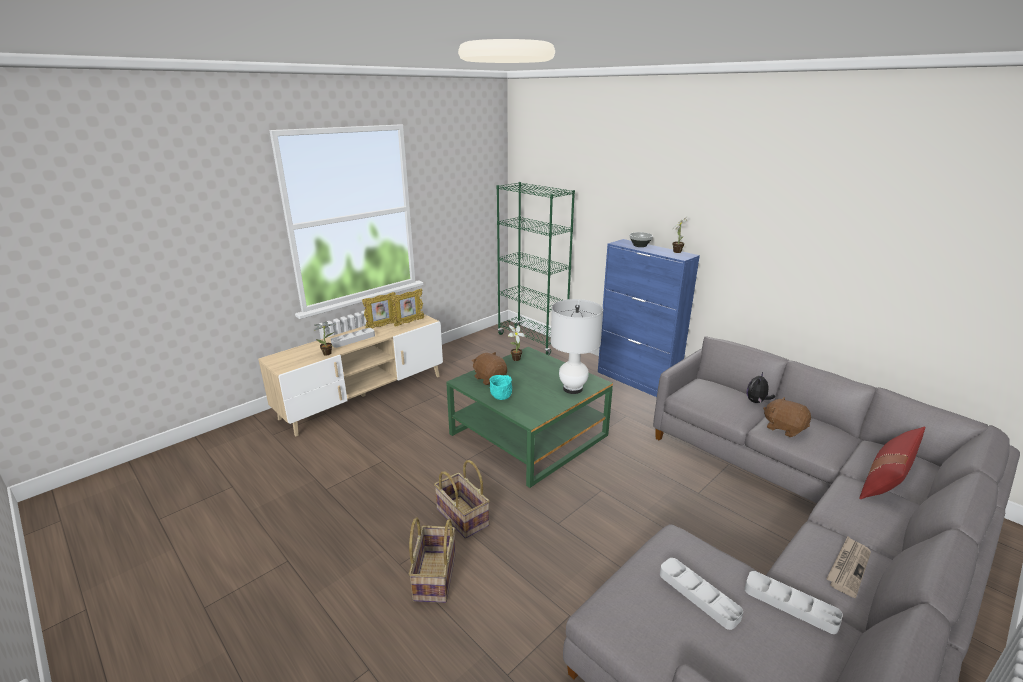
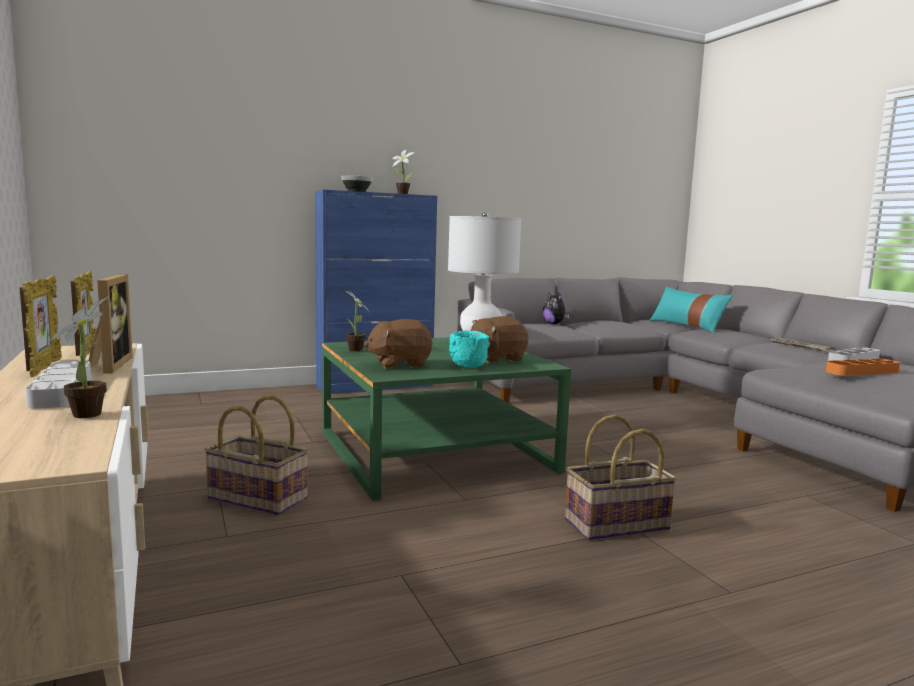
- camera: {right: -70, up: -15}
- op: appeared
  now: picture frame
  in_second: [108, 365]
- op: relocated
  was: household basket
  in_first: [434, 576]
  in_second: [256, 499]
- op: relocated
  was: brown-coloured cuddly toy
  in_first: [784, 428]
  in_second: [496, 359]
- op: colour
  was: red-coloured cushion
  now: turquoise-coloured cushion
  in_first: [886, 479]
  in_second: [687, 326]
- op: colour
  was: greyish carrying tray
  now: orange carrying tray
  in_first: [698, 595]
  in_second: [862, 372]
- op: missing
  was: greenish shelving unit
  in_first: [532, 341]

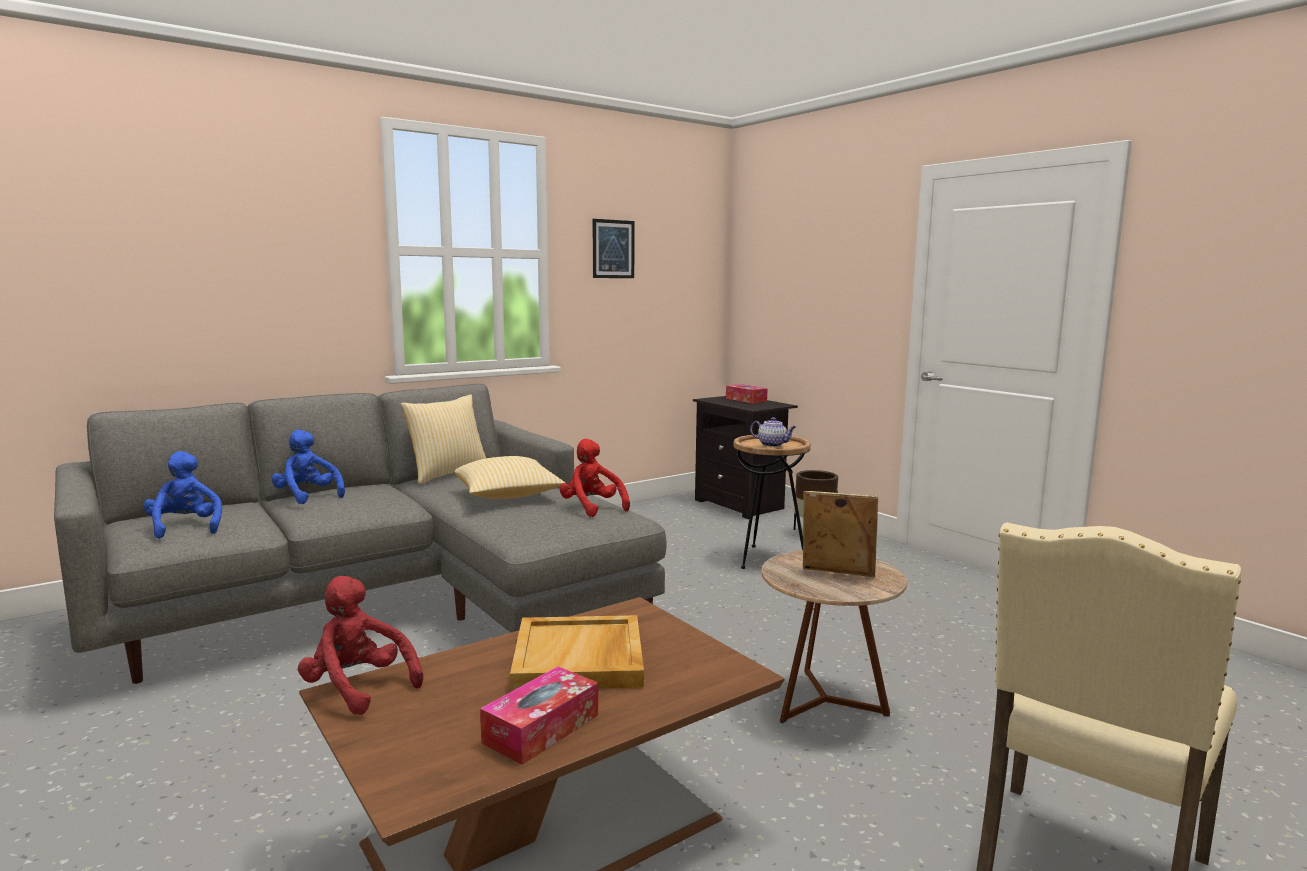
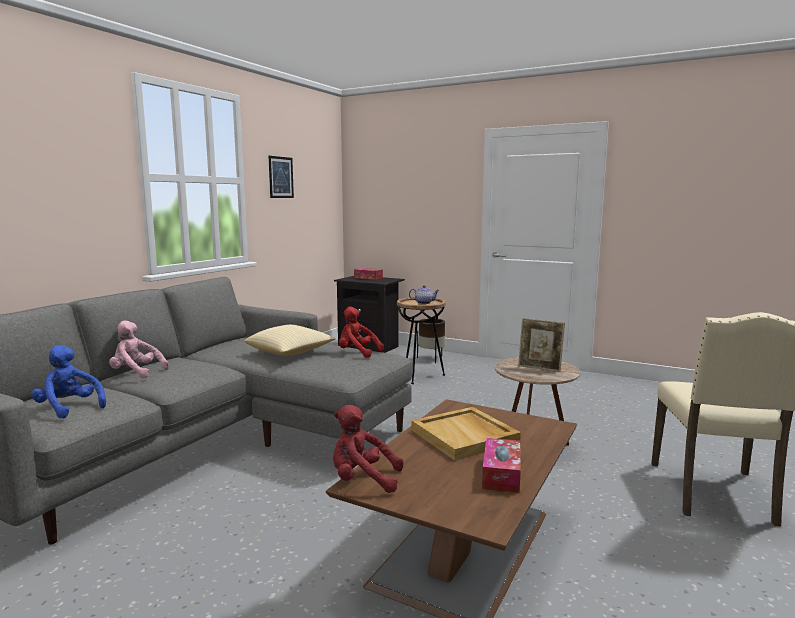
- camera: {right: -25, up: 0}
- op: colour
  was: bluish cuddly toy
  now: pink-coloured cuddly toy
  in_first: [307, 496]
  in_second: [136, 373]
- op: spun
  was: picture frame
  in_first: [837, 574]
  in_second: [539, 368]
  clockwise: -150
- op: missing
  was: cushion
  in_first: [447, 474]

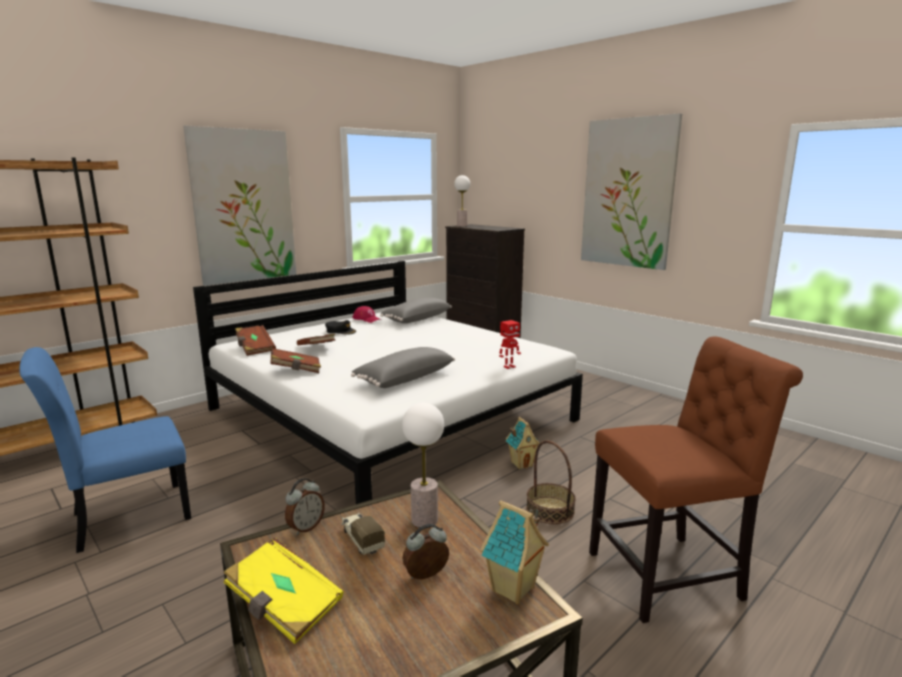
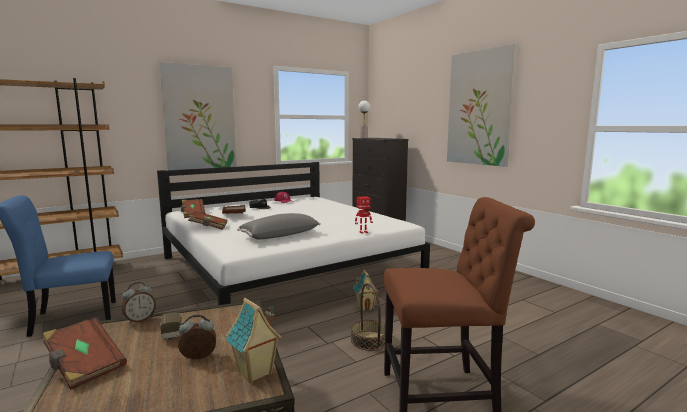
- camera: {right: 10, up: -5}
- op: colour
  was: yellow book
  now: brown-coloured book
  in_first: [284, 606]
  in_second: [84, 365]
- op: missing
  was: greyish cushion
  in_first: [416, 319]
- op: missing
  was: lamp for a table
  in_first: [424, 520]

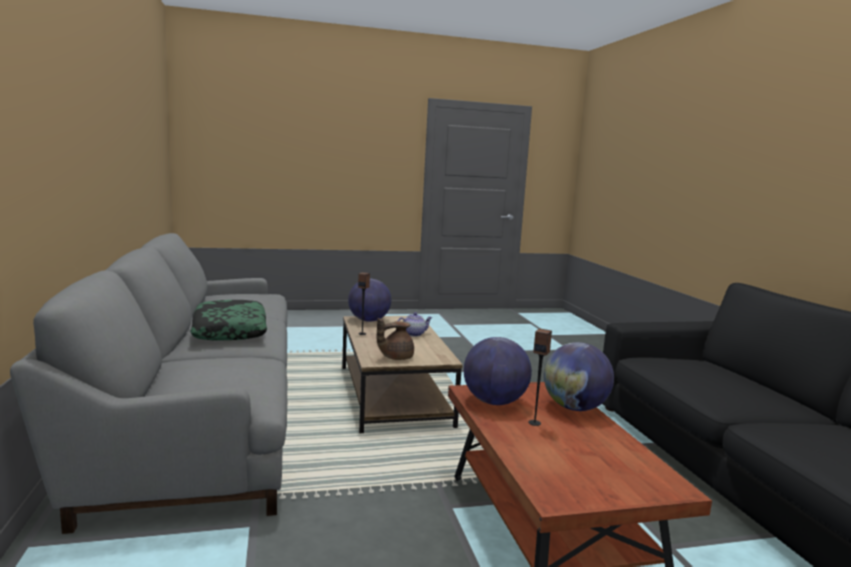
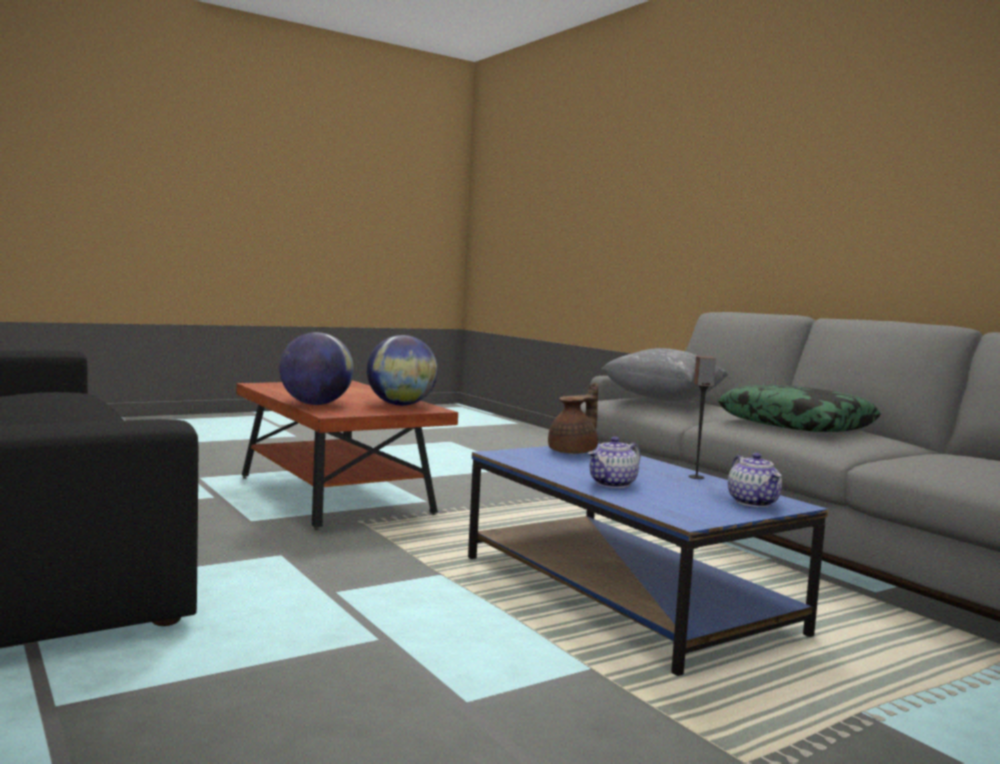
- camera: {right: 160, up: -5}
- op: colour
  was: brown-coloured low table
  now: bluish low table
  in_first: [392, 394]
  in_second: [626, 594]
- op: appeared
  now: greyish cushion
  in_second: [663, 400]
- op: exchanged
  was: world globe
  now: pot for tea
  in_first: [369, 320]
  in_second: [754, 502]
- op: missing
  was: audio speaker
  in_first: [534, 423]

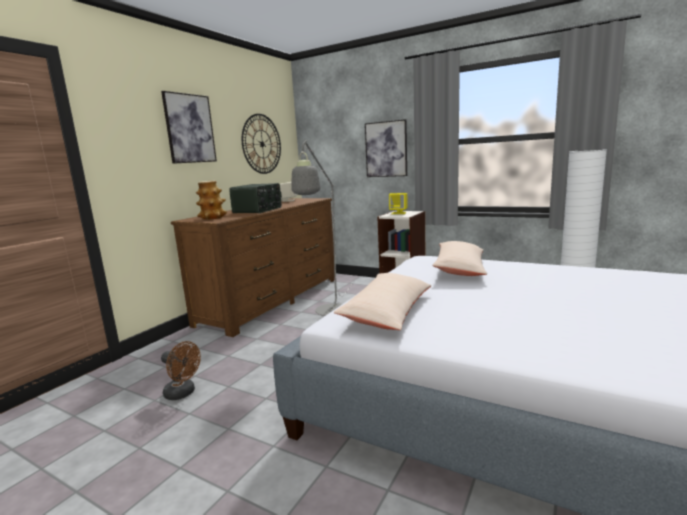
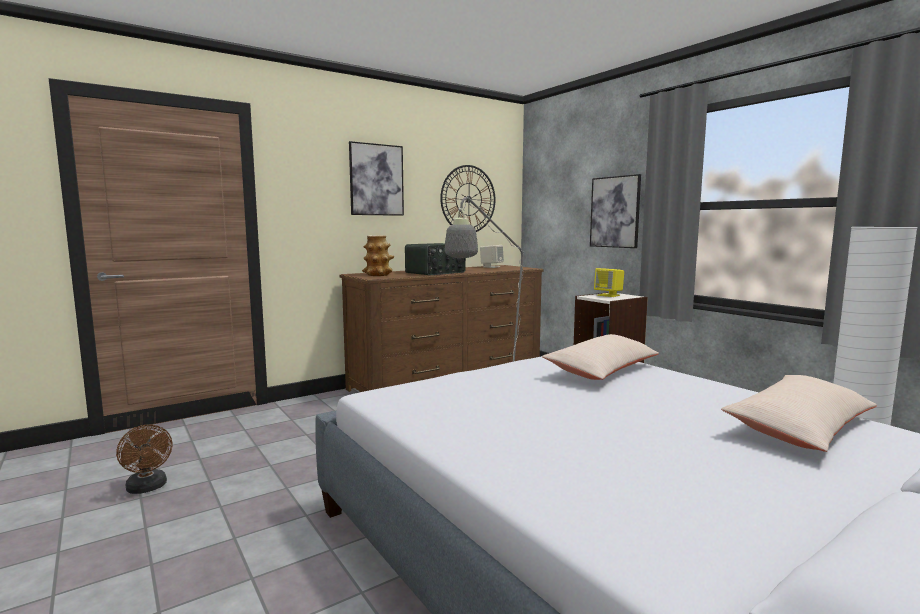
- camera: {right: 25, up: -5}
- op: relocated
  was: brown-coloured cooling fan
  in_first: [183, 393]
  in_second: [148, 488]
- op: relocated
  was: beige-coloured cushion
  in_first: [388, 311]
  in_second: [800, 427]

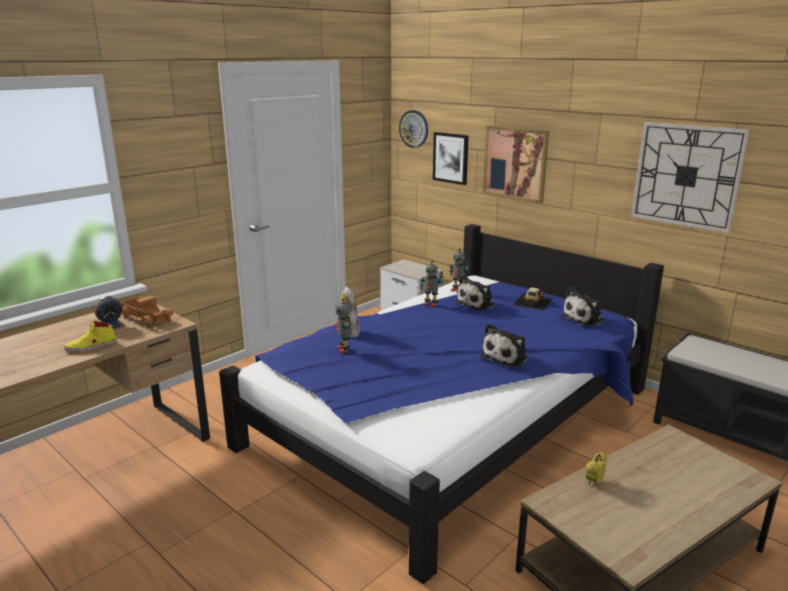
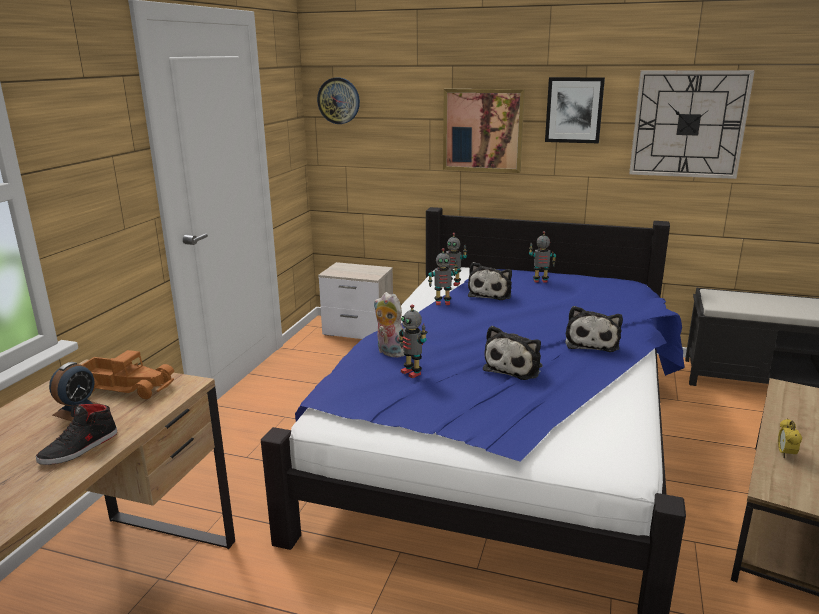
- camera: {right: -25, up: 0}
- op: colour
  was: yellow item of footwear
  now: blackish item of footwear
  in_first: [91, 346]
  in_second: [79, 448]
- op: relocated
  was: cuddly toy
  in_first: [584, 319]
  in_second: [515, 367]
- op: exchanged
  was: miniature car
  now: toy robot
  in_first: [532, 301]
  in_second: [540, 281]
- op: relocated
  was: picture
  in_first: [451, 158]
  in_second: [574, 110]

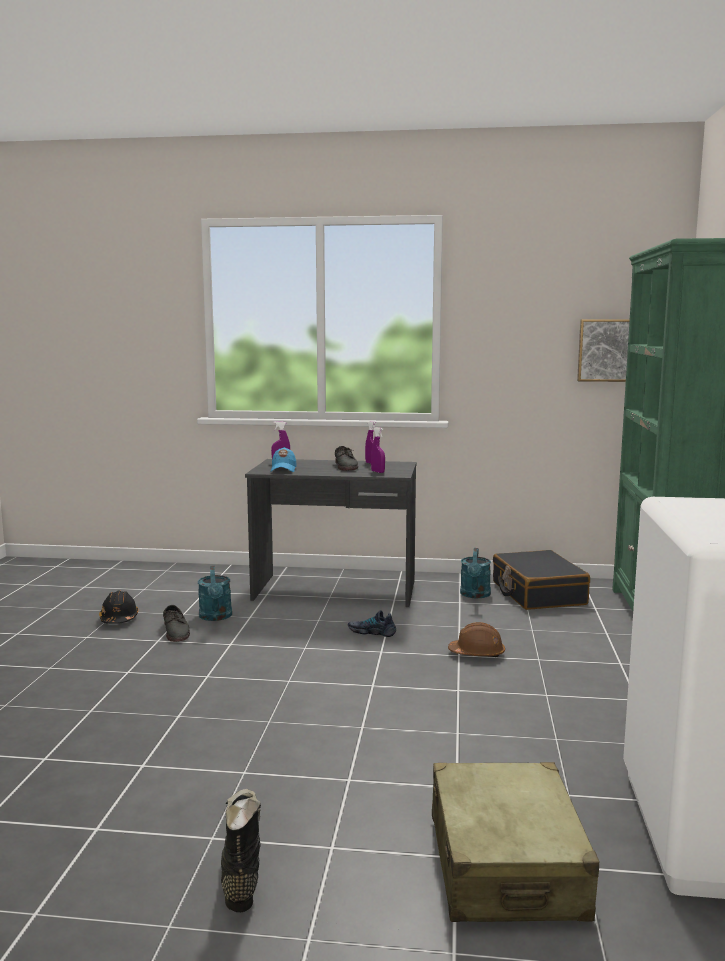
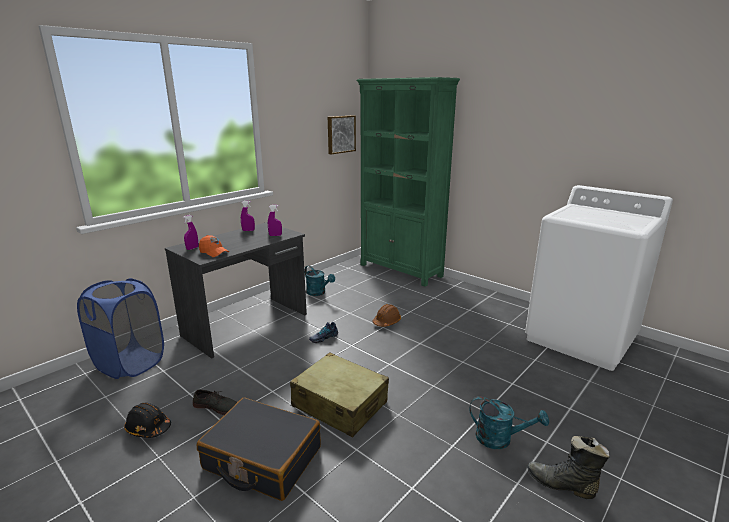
- camera: {right: -55, up: 10}
- op: appeared
  now: bluish laundry basket
  in_second: [130, 363]
- op: relocated
  was: blackish suitcase
  in_first: [537, 593]
  in_second: [262, 458]
- op: colour
  was: bluish cap
  now: orange cap
  in_first: [283, 469]
  in_second: [214, 252]
- op: relocated
  was: beige-coloured suitcase
  in_first: [506, 865]
  in_second: [340, 404]
- op: relocated
  was: turquoise-coloured watering pot
  in_first: [216, 617]
  in_second: [500, 439]
- op: missing
  was: greyish item of footwear
  in_first: [346, 466]

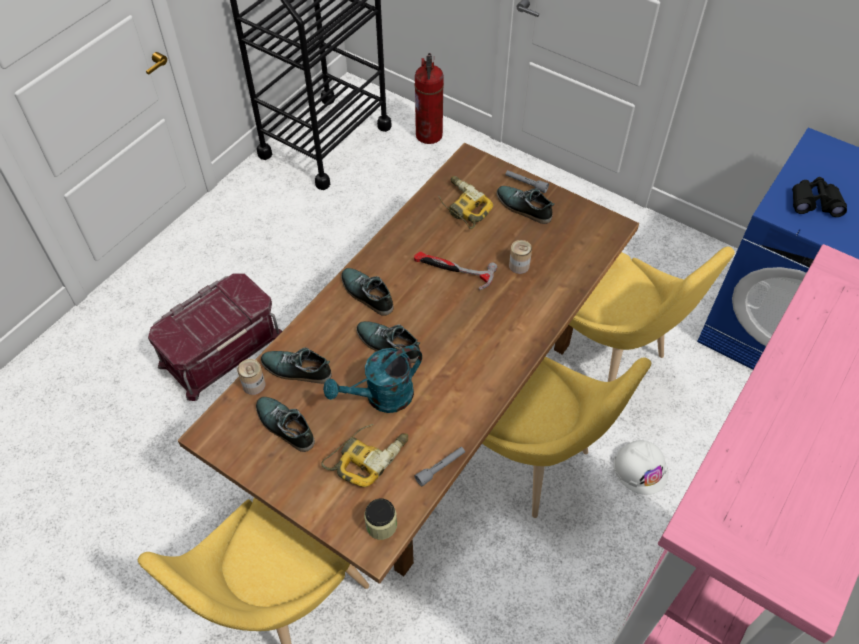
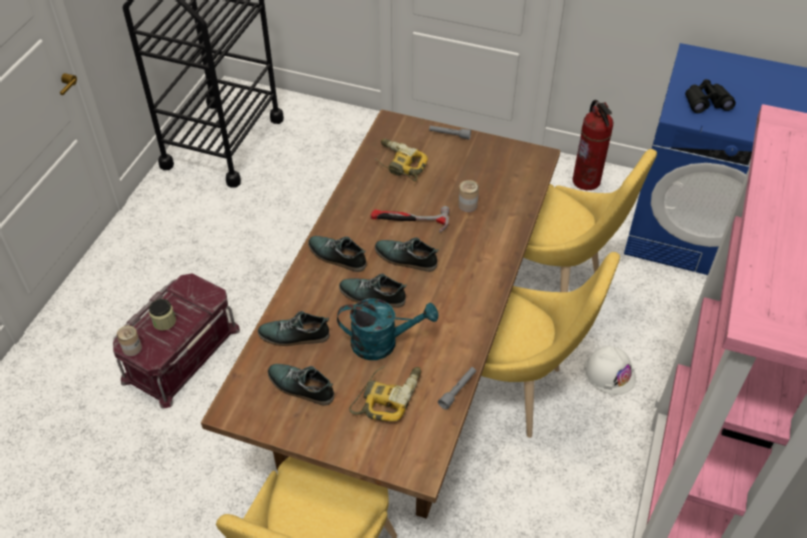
- camera: {right: -15, up: -5}
- op: relocated
  was: sealed can
  in_first: [254, 385]
  in_second: [132, 348]
- op: relocated
  was: storage jar
  in_first: [381, 525]
  in_second: [164, 321]
- op: spun
  was: turquoise-coloured watering pot
  in_first: [381, 398]
  in_second: [383, 343]
  clockwise: -135
- op: relocated
  was: item of footwear
  in_first: [523, 207]
  in_second: [405, 258]
- op: relocated
  was: extinguisher
  in_first: [429, 135]
  in_second: [586, 181]

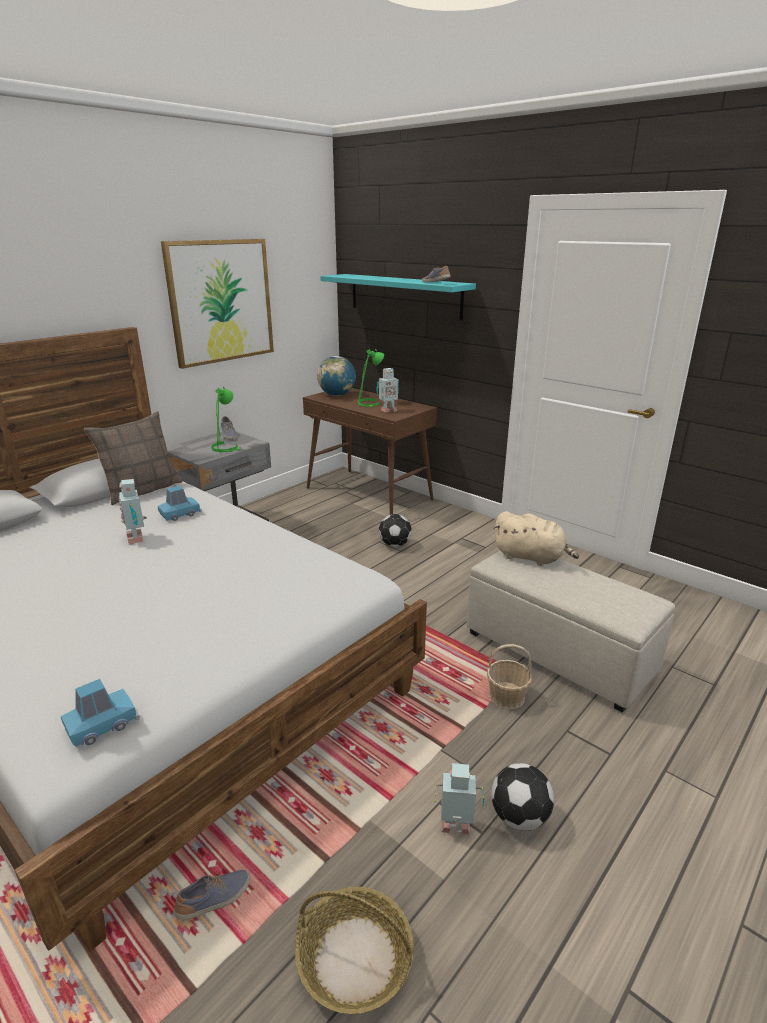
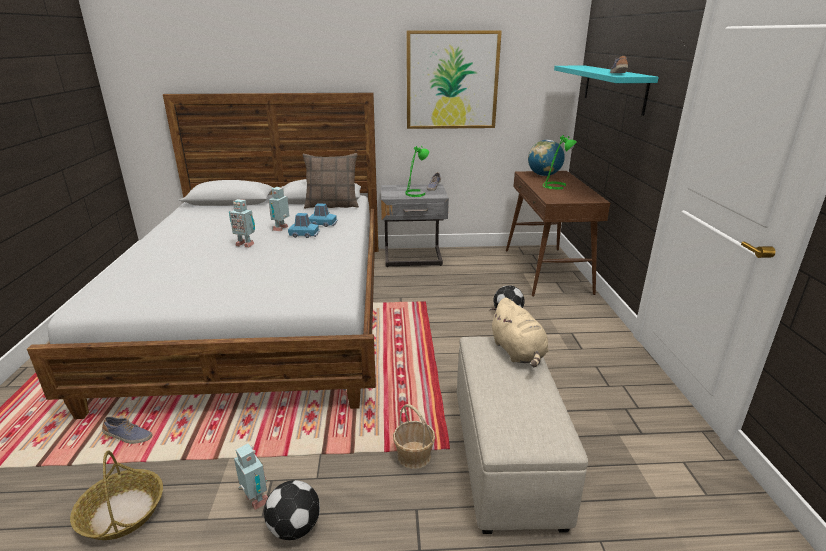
- camera: {right: 45, up: 0}
- op: relocated
  was: toy robot
  in_first: [388, 410]
  in_second: [245, 244]
- op: relocated
  was: bluish miniature car
  in_first: [102, 725]
  in_second: [304, 234]

